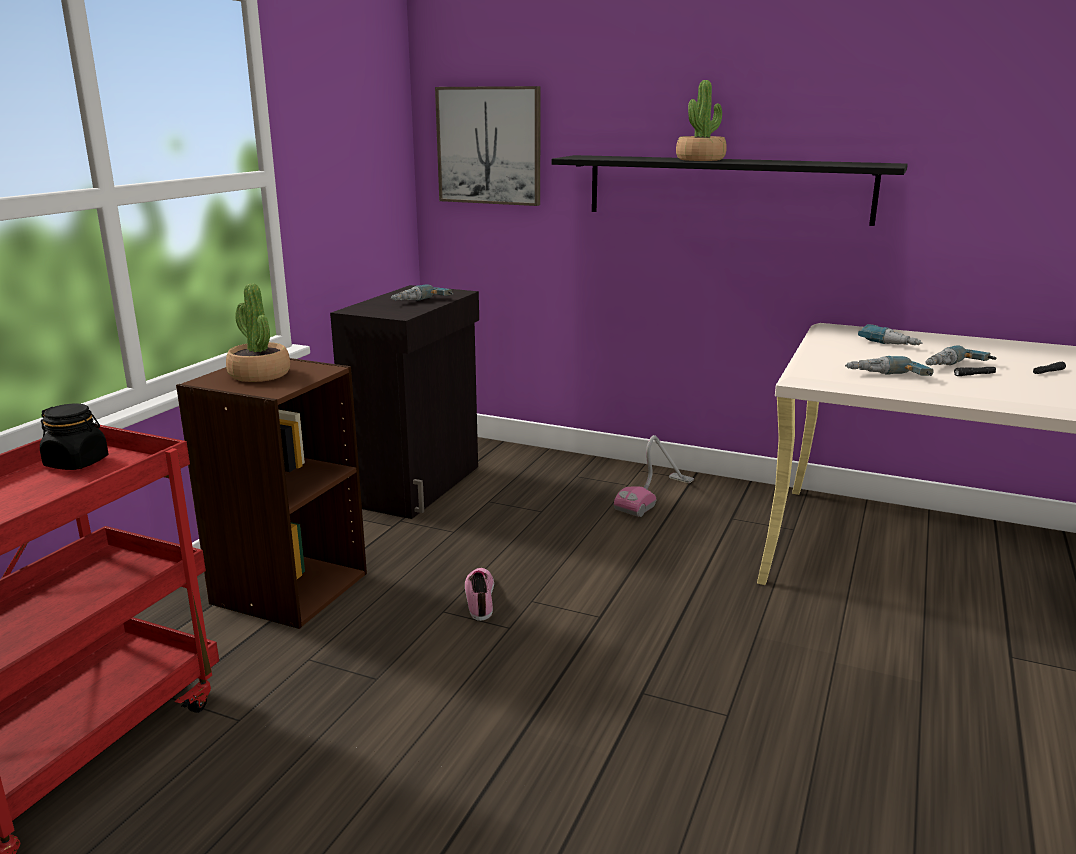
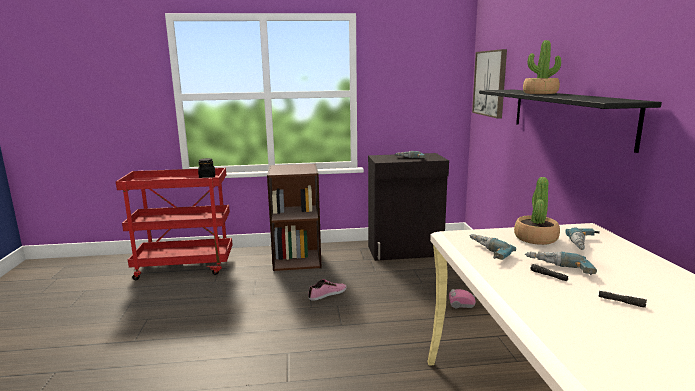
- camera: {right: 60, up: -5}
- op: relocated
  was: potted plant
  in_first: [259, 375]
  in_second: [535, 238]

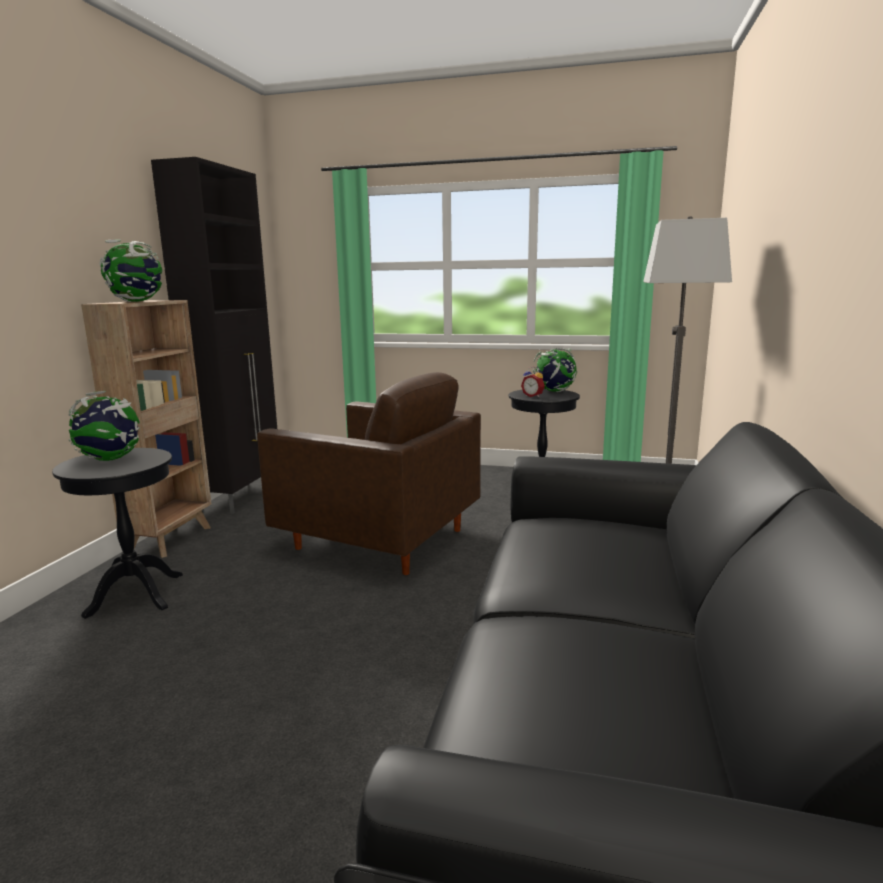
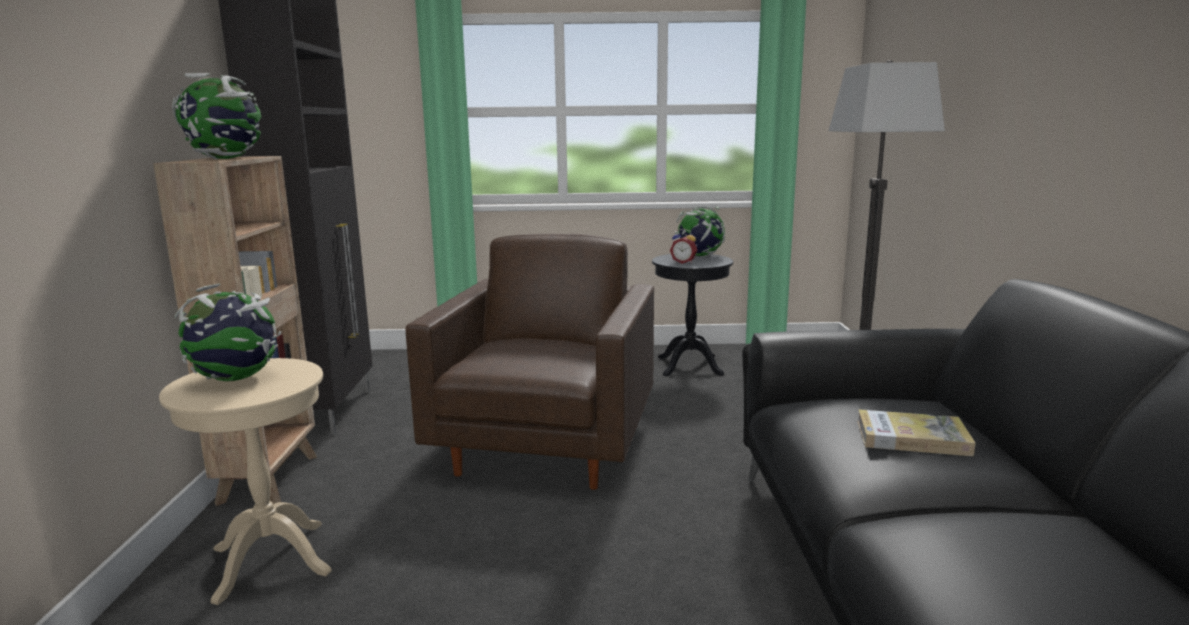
- camera: {right: -15, up: 0}
- op: colour
  was: blackish end table
  now: beige-coloured end table
  in_first: [135, 594]
  in_second: [271, 560]
- op: spun
  was: brown-coloured easy chair
  in_first: [377, 539]
  in_second: [546, 447]
  clockwise: -90
- op: appeared
  now: book
  in_second: [912, 437]

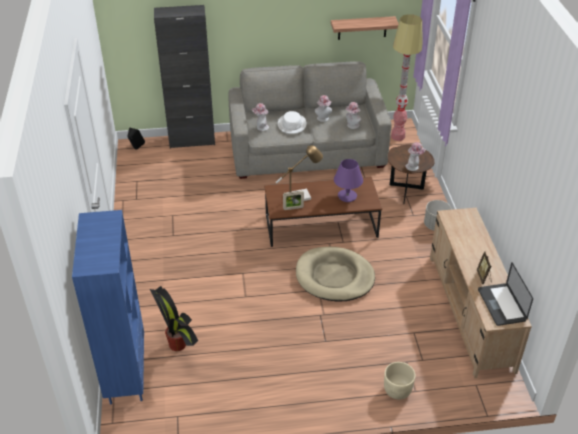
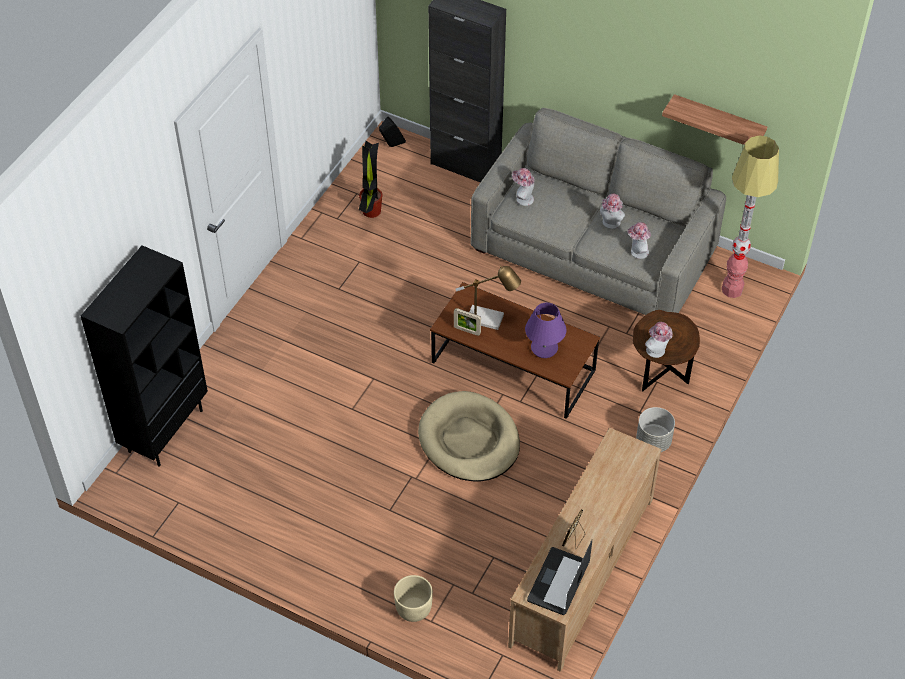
- camera: {right: 35, up: 10}
- op: colour
  was: bluish shelving unit
  now: blackish shelving unit
  in_first: [126, 375]
  in_second: [165, 430]
- op: relocated
  was: potted plant
  in_first: [178, 345]
  in_second: [371, 211]
- op: missing
  was: whitish hat
  in_first: [292, 124]

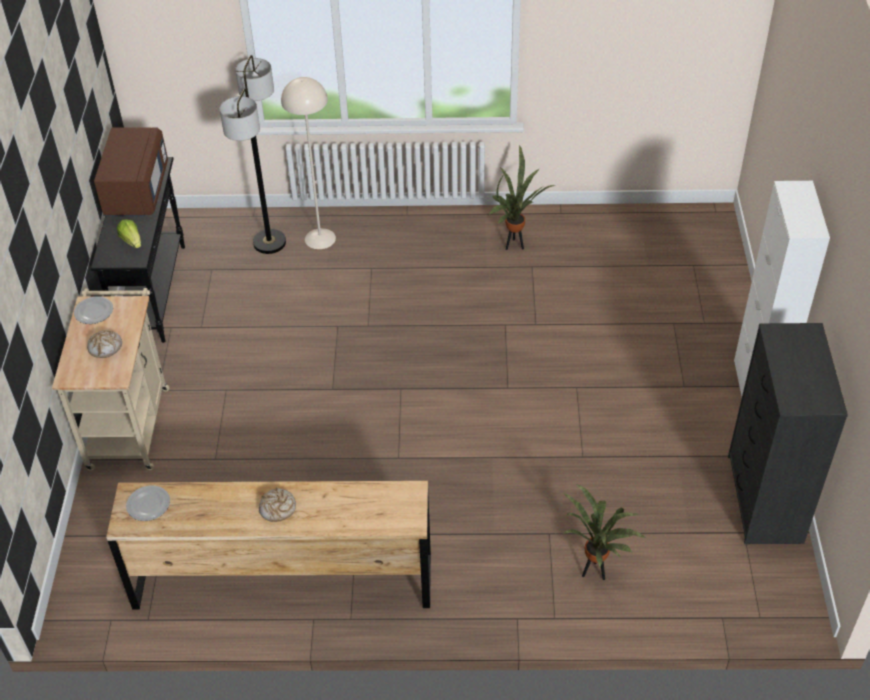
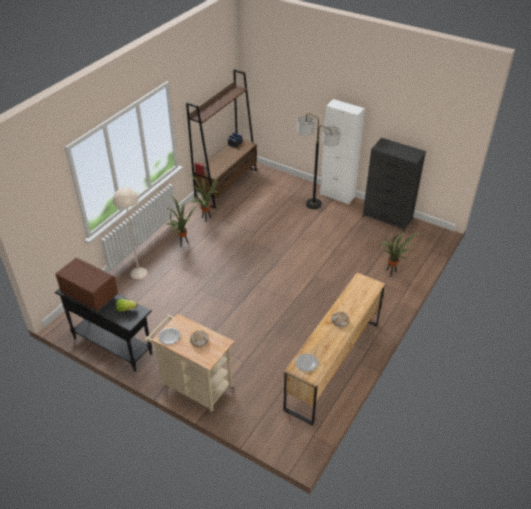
- camera: {right: -60, up: -5}
- op: appeared
  now: potted plant
  in_second: [183, 244]
- op: appeared
  now: brown-coloured shelving unit
  in_second: [226, 185]
- op: relocated
  was: standard lamp
  in_first: [269, 242]
  in_second: [313, 204]

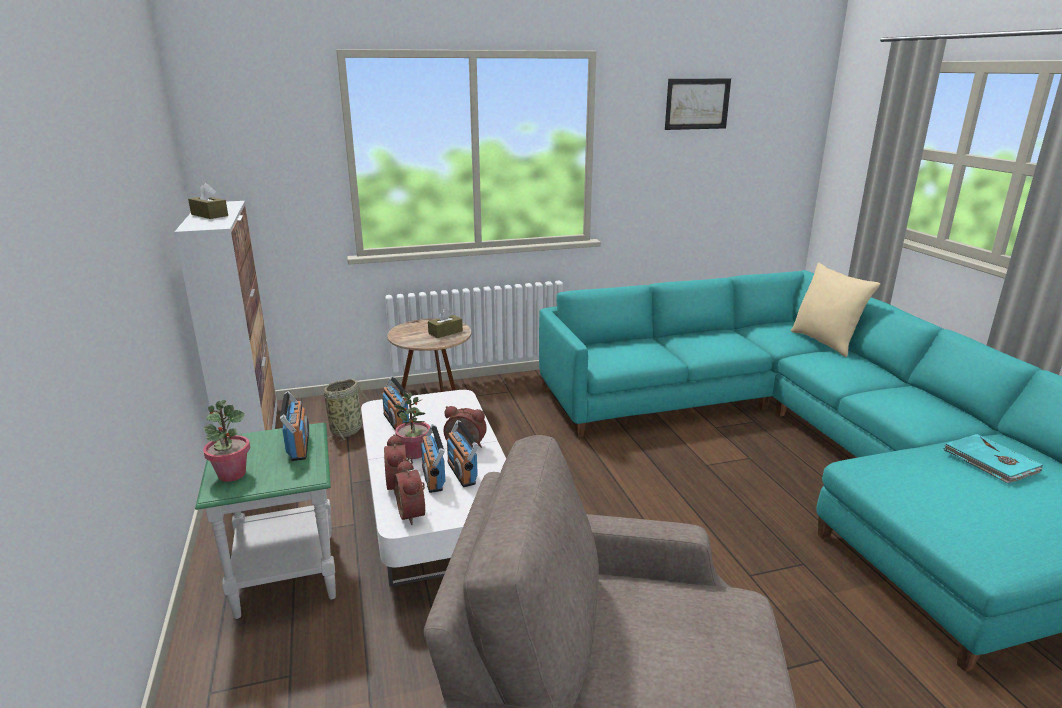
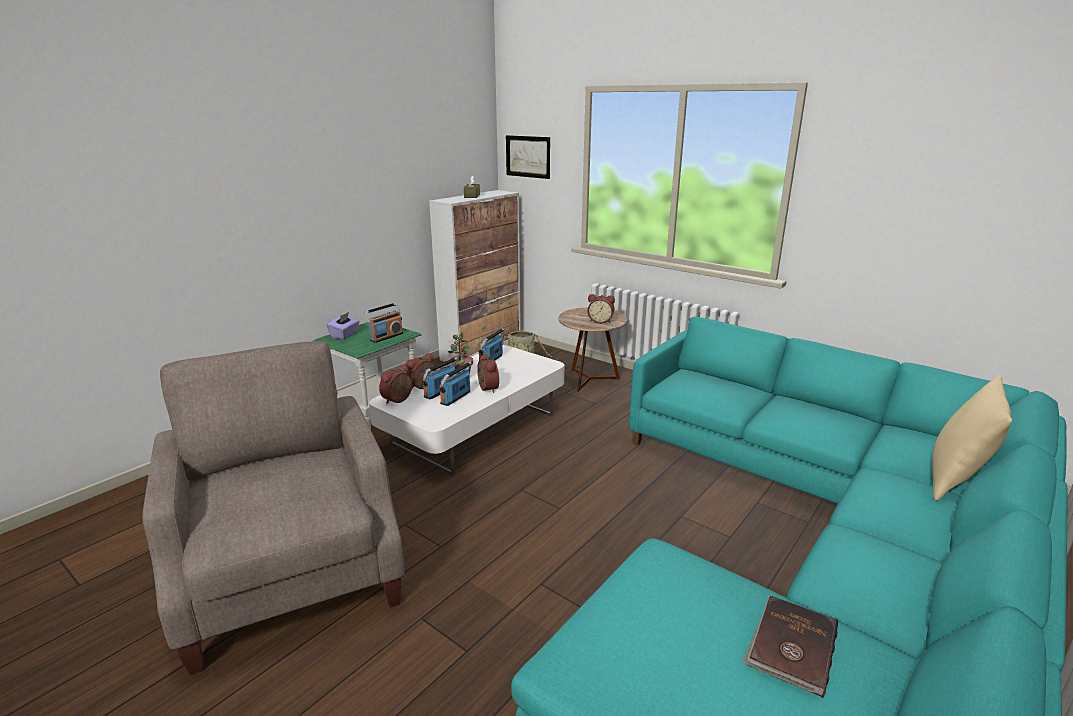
- camera: {right: 55, up: 0}
- op: exchanged
  was: potted plant
  now: purplish tissue box
  in_first: [232, 474]
  in_second: [345, 335]
- op: relocated
  was: picture
  in_first: [697, 104]
  in_second: [528, 156]
- op: exchanged
  was: brown-coloured tissue box
  now: alarm clock
  in_first: [445, 332]
  in_second: [600, 321]
- op: colour
  was: turquoise-coloured book
  now: brown-coloured book
  in_first: [990, 462]
  in_second: [791, 647]

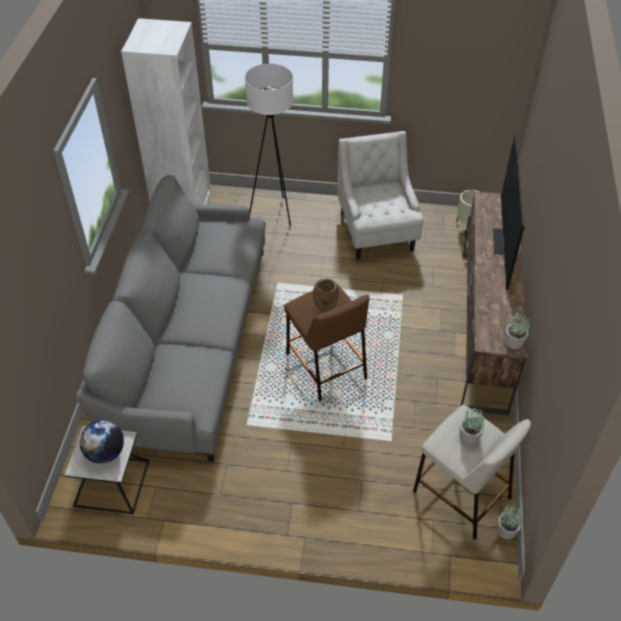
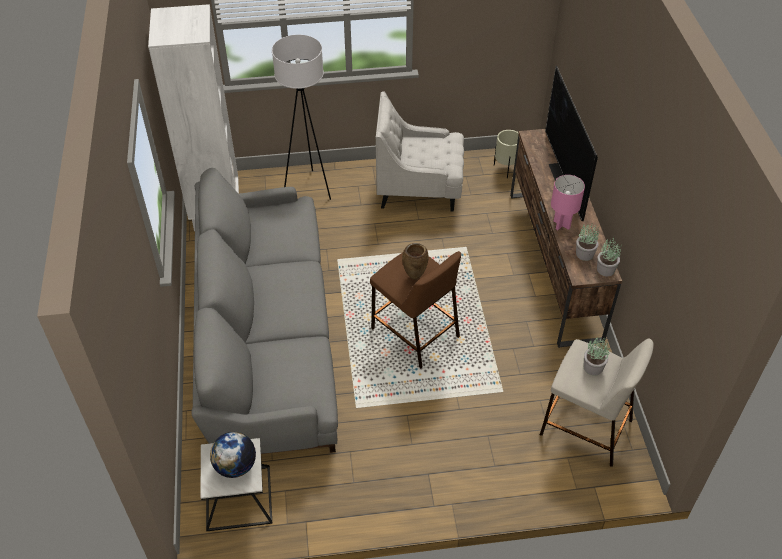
- camera: {right: -15, up: 0}
- op: spun
  was: whitish easy chair
  in_first: [376, 232]
  in_second: [419, 189]
  clockwise: -60
- op: appeared
  now: pink-coloured lamp for a table
  in_second: [561, 225]
- op: relocated
  was: potted plant
  in_first: [507, 530]
  in_second: [585, 253]

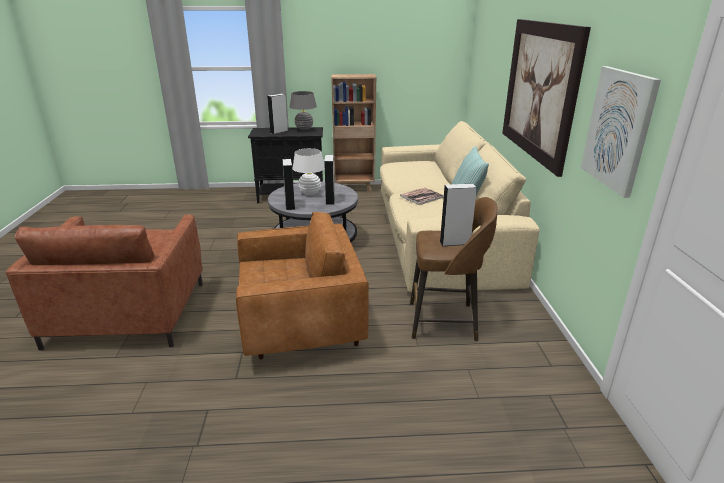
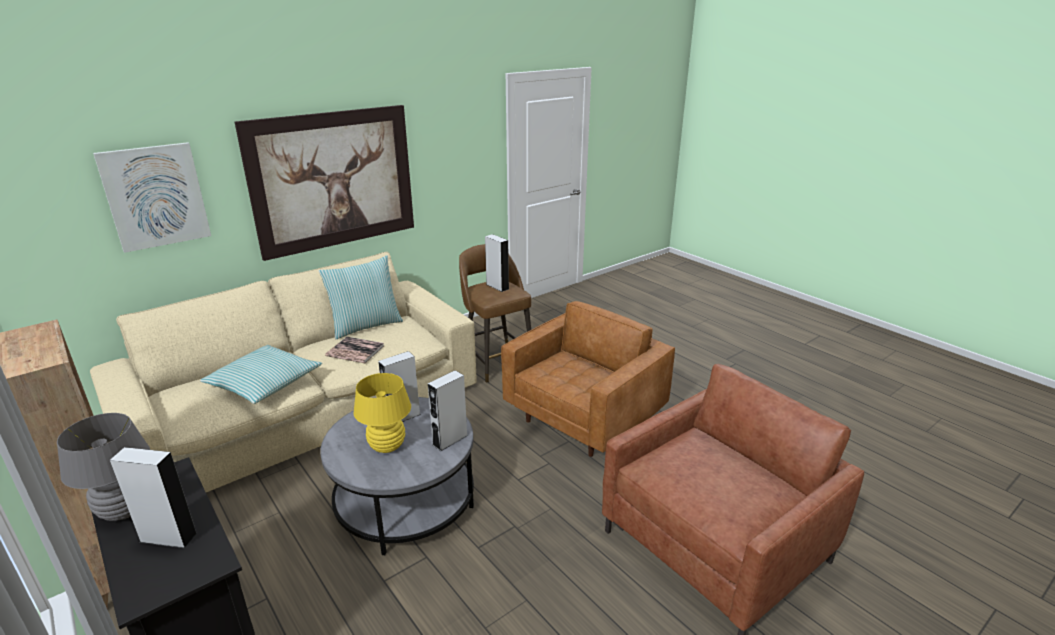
- camera: {right: -125, up: 0}
- op: relocated
  was: picture
  in_first: [618, 129]
  in_second: [155, 196]
- op: appeared
  now: cushion
  in_second: [264, 383]
- op: colour
  was: whitish lamp for a table
  now: yellow lamp for a table
  in_first: [310, 193]
  in_second: [387, 446]
- op: spun
  was: brown-coloured easy chair
  in_first: [301, 328]
  in_second: [585, 419]
  clockwise: 90

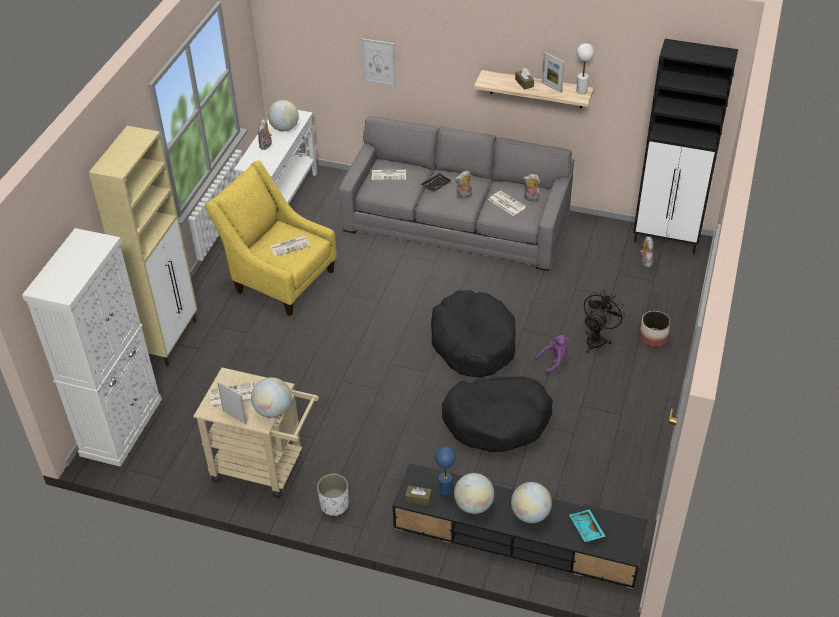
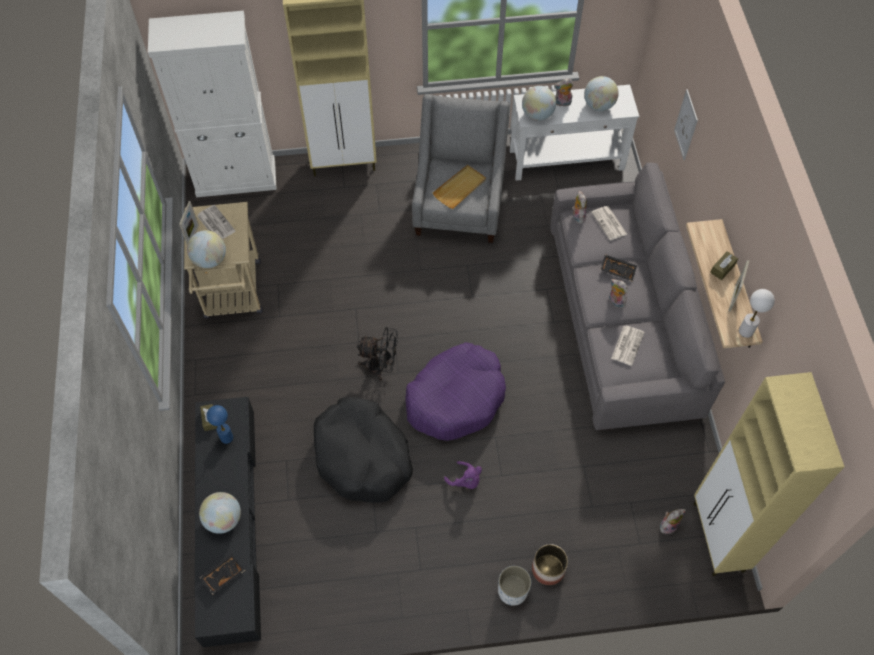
- camera: {right: 65, up: 15}
- op: colour
  was: turquoise-coloured carrying tray
  now: blackish carrying tray
  in_first: [585, 529]
  in_second: [223, 575]
- op: relocated
  was: blackish cooling fan
  in_first: [597, 339]
  in_second: [381, 367]
- op: colour
  was: blackish dog cushion
  now: purplish dog cushion
  in_first: [473, 342]
  in_second: [455, 398]
- op: colour
  was: yellow easy chair
  now: greyish easy chair
  in_first: [279, 279]
  in_second: [459, 206]
- op: exchanged
  was: daily paper
  now: beige-coloured carrying tray
  in_first: [290, 246]
  in_second: [460, 188]
- op: relocated
  was: whitish planter
  in_first: [334, 505]
  in_second: [512, 591]
- op: relocated
  was: world globe
  in_first: [473, 505]
  in_second: [537, 115]
- op: relocated
  was: cuddly toy
  in_first: [531, 199]
  in_second: [577, 216]
- op: colour
  was: blackish cabinet
  now: beige-coloured cabinet
  in_first: [666, 240]
  in_second: [718, 538]

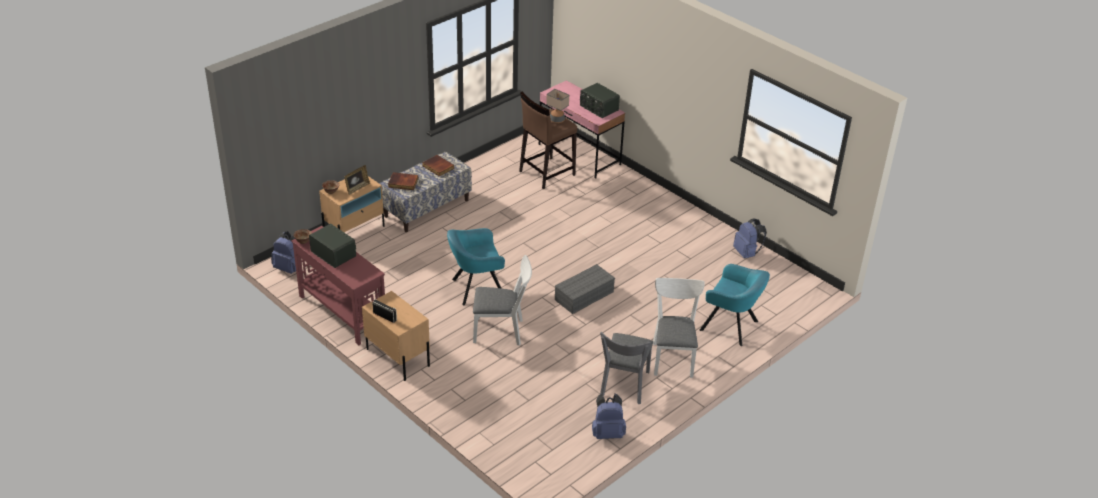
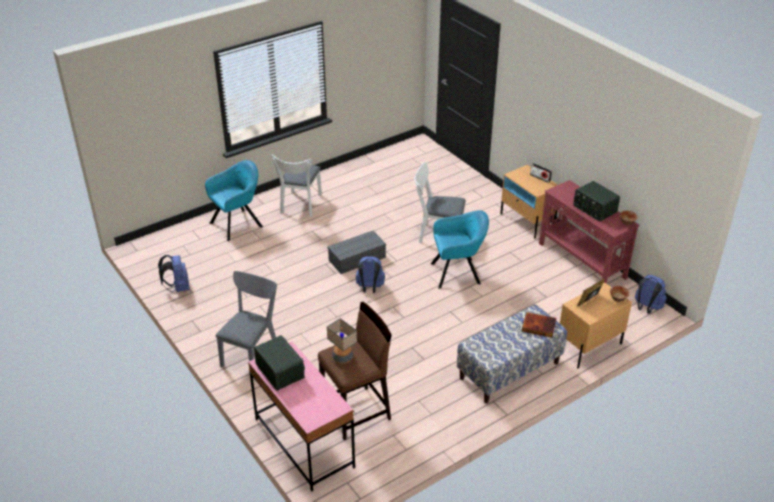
- camera: {right: -170, up: 0}
- op: spun
  was: turquoise-coloured easy chair
  in_first: [731, 326]
  in_second: [238, 224]
  clockwise: 105
- op: relocated
  was: greyish upright chair
  in_first: [624, 387]
  in_second: [252, 353]
- op: relocated
  was: bluish knapsack
  in_first: [607, 433]
  in_second: [370, 288]
- op: missing
  was: book
  in_first: [437, 167]

